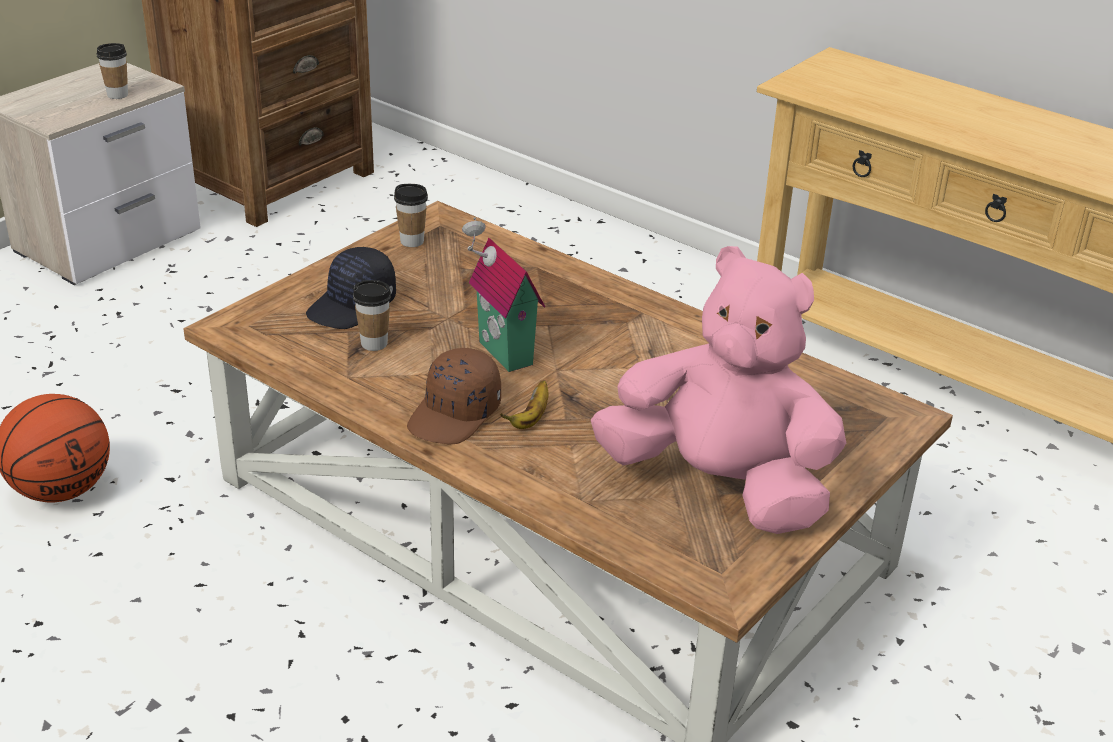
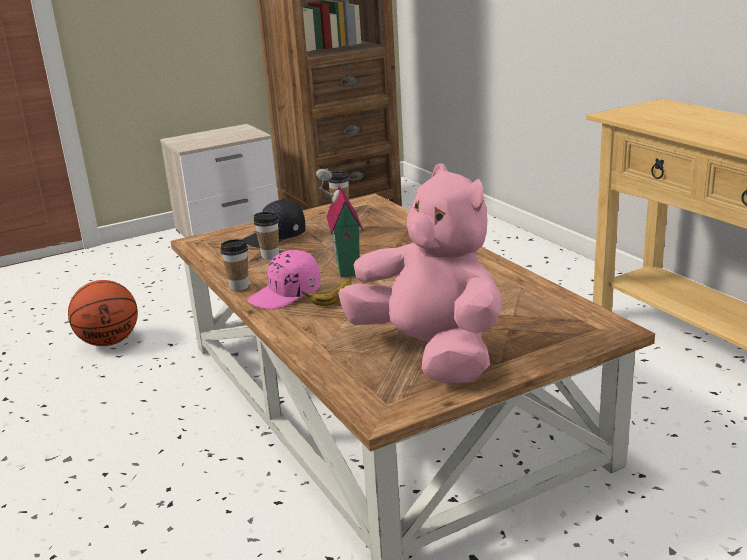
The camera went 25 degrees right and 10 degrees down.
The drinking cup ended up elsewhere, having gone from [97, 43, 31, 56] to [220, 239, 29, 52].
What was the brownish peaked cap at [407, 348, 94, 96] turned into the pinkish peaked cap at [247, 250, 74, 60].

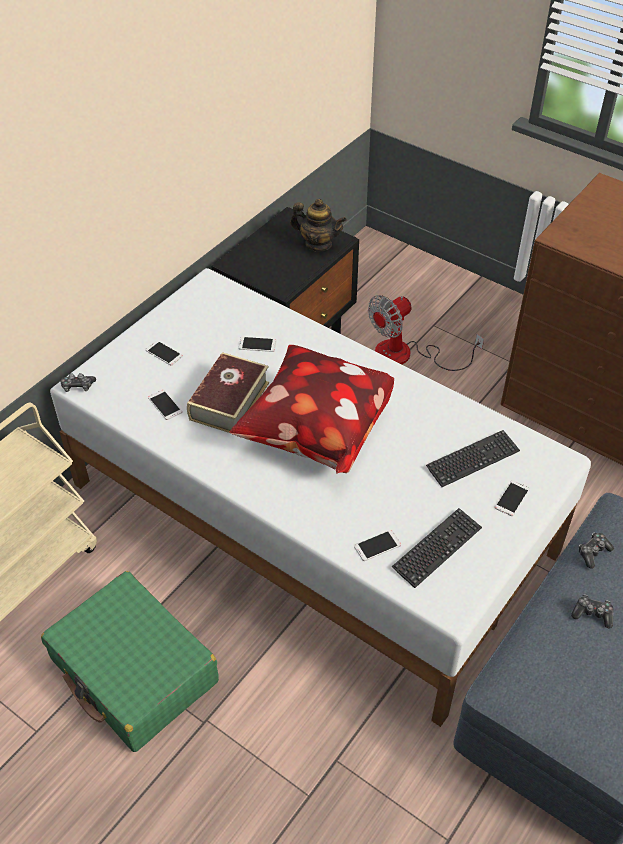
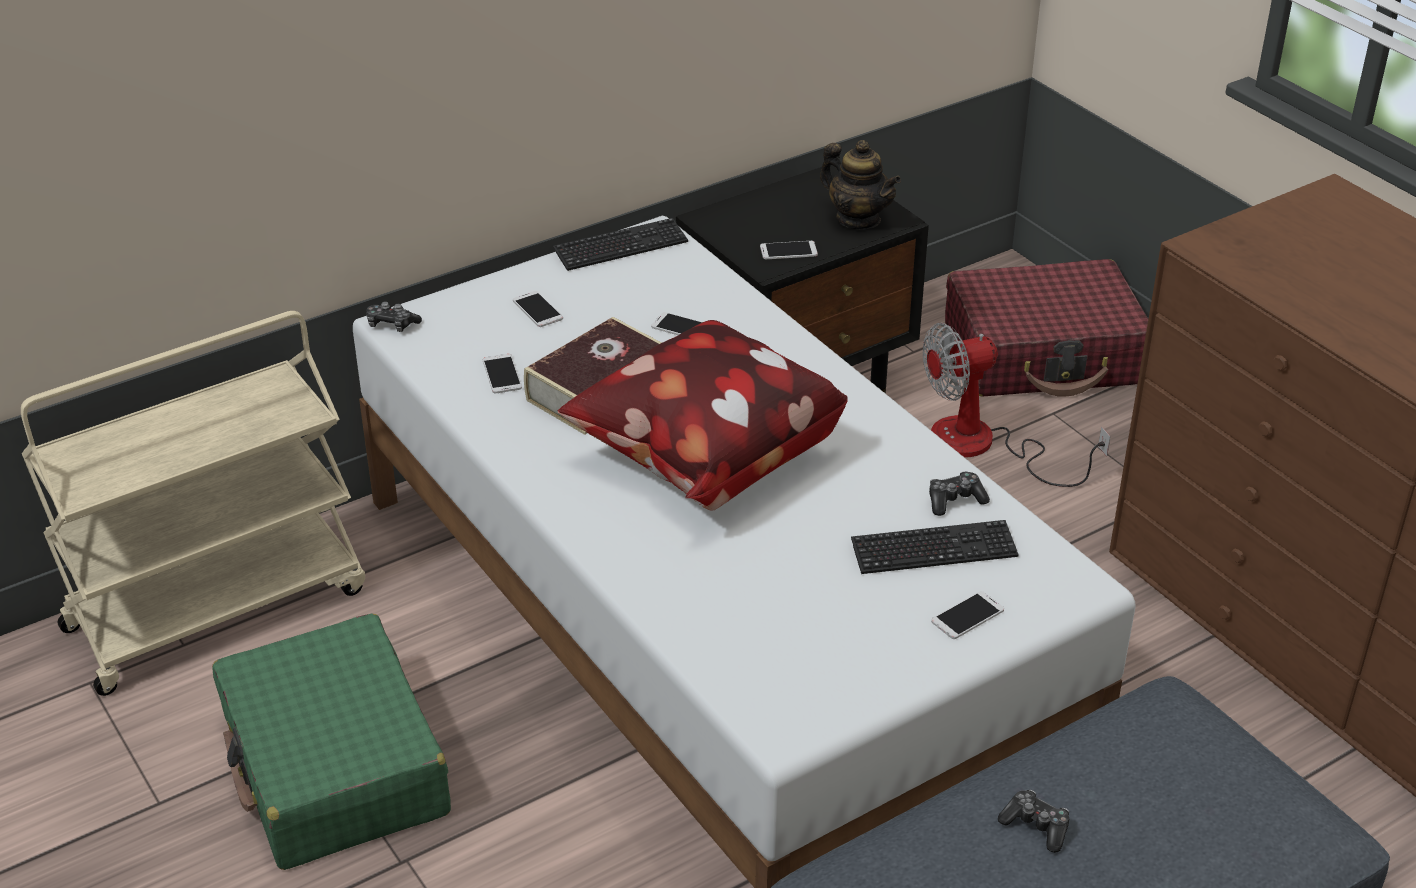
The camera went 20 degrees right and 10 degrees down.
The keyboard ended up elsewhere, having gone from [392, 508, 90, 80] to [553, 218, 135, 53].
The handset ended up elsewhere, having gone from [354, 530, 47, 31] to [760, 241, 58, 18].
The gamepad ended up elsewhere, having gone from [578, 532, 36, 37] to [929, 471, 61, 45].
The second view gained the red piece of luggage at [945, 259, 203, 138].

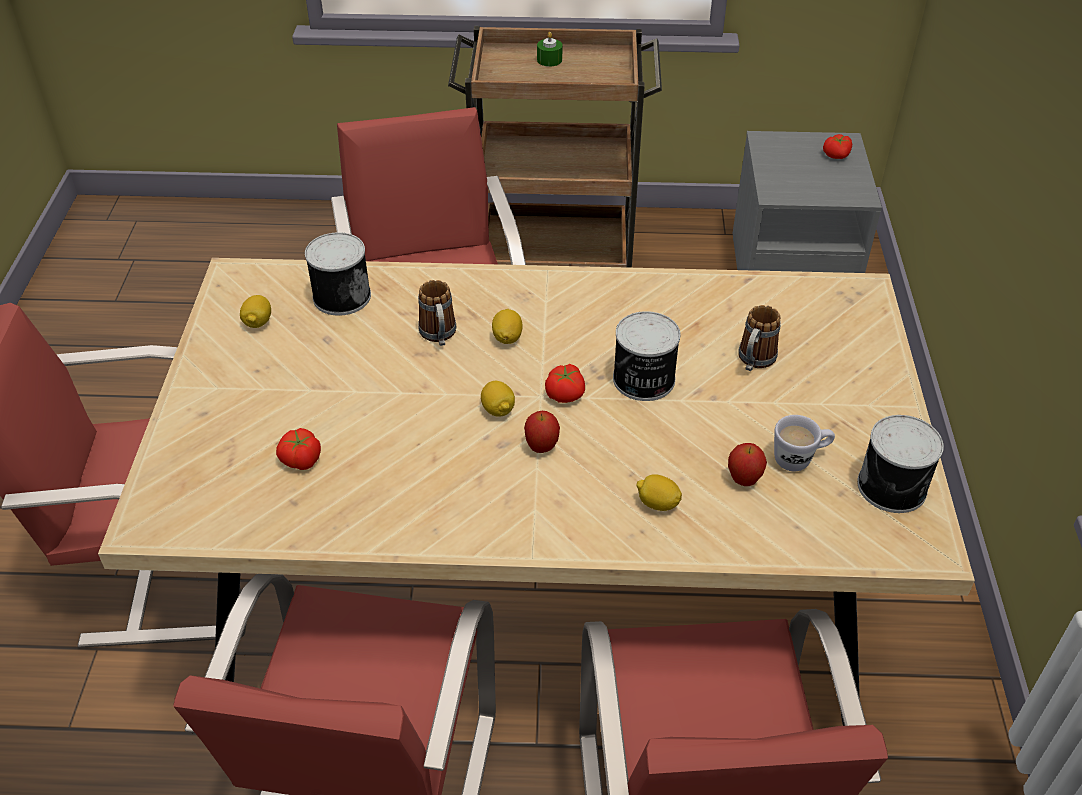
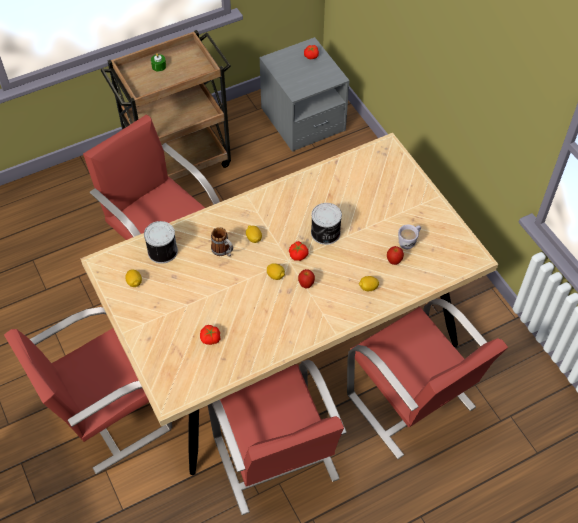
The camera went 30 degrees left and 10 degrees up.
The second view lost the coffee mug at [738, 305, 43, 66].
The second view lost the can at [857, 415, 87, 98].

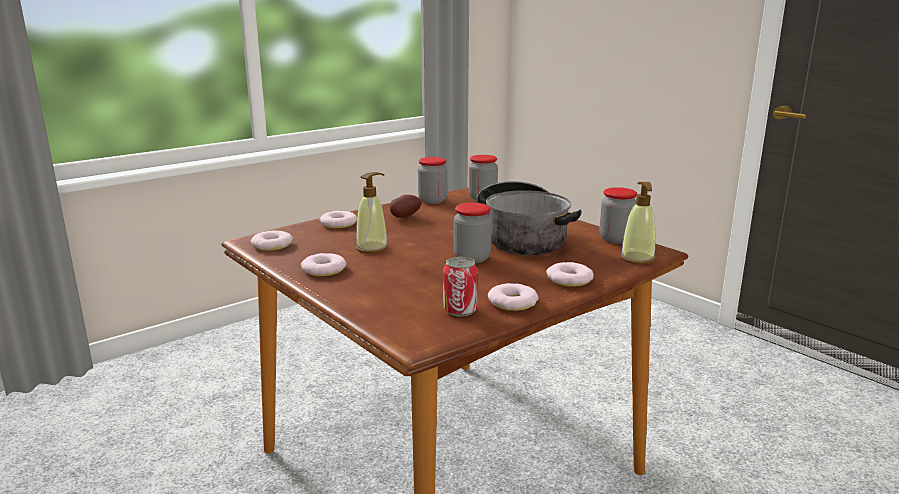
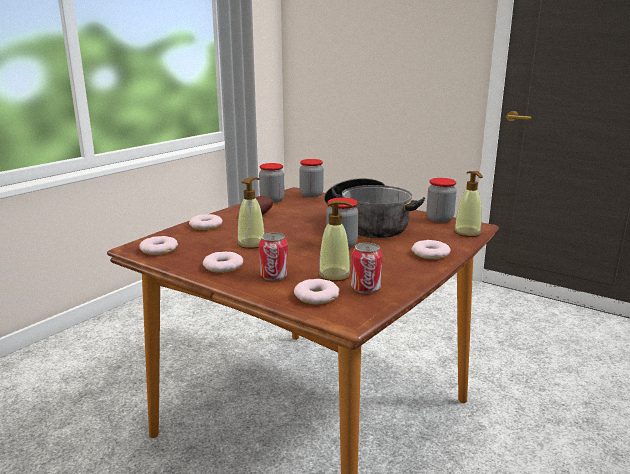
The camera went 15 degrees left and 0 degrees up.
The second view gained the can at [259, 233, 29, 48].
The donut ended up elsewhere, having gone from [488, 283, 51, 28] to [294, 279, 45, 25].
The second view gained the liquid soap bottle at [318, 200, 36, 81].

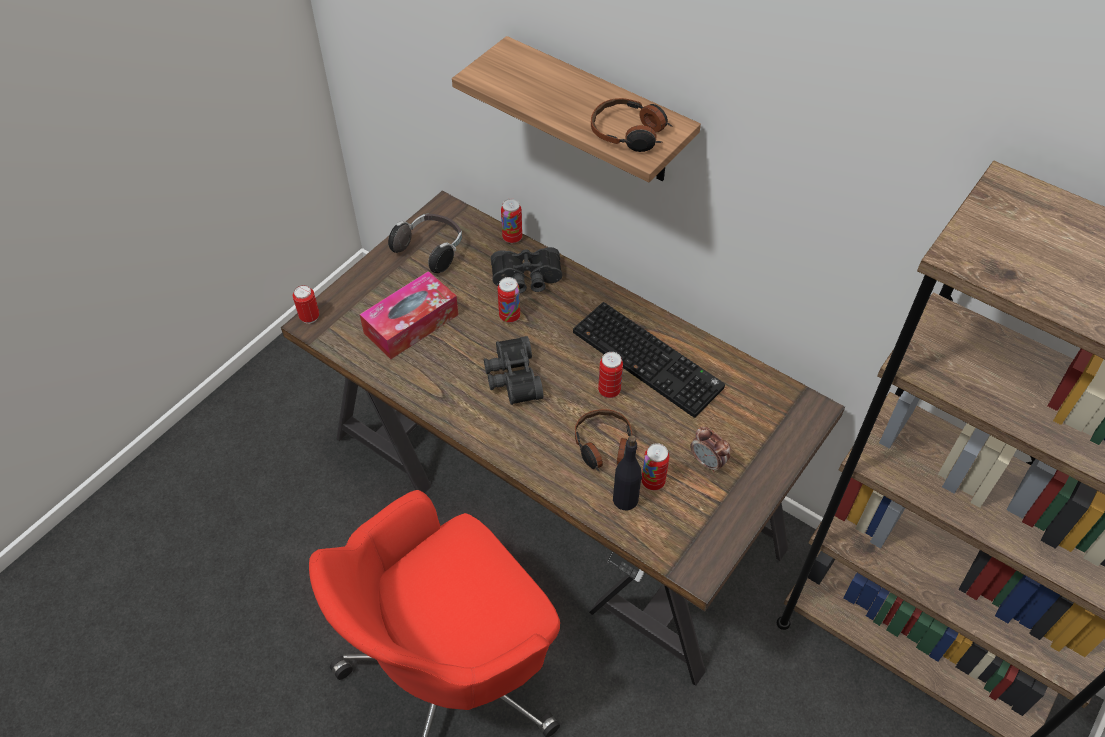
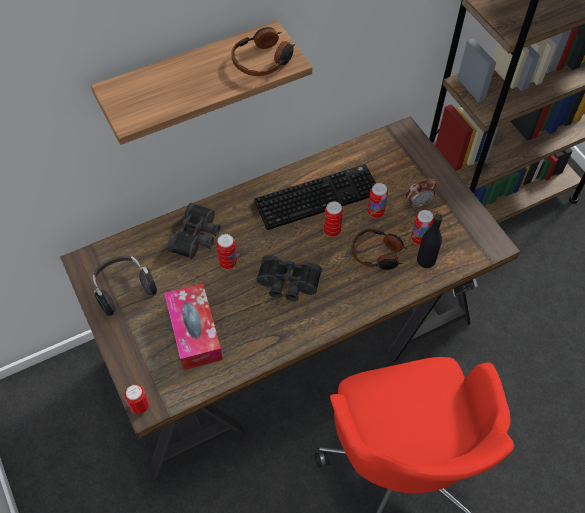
The camera went 65 degrees left and 5 degrees up.
The can ended up elsewhere, having gone from [501, 199, 21, 44] to [367, 183, 21, 35].

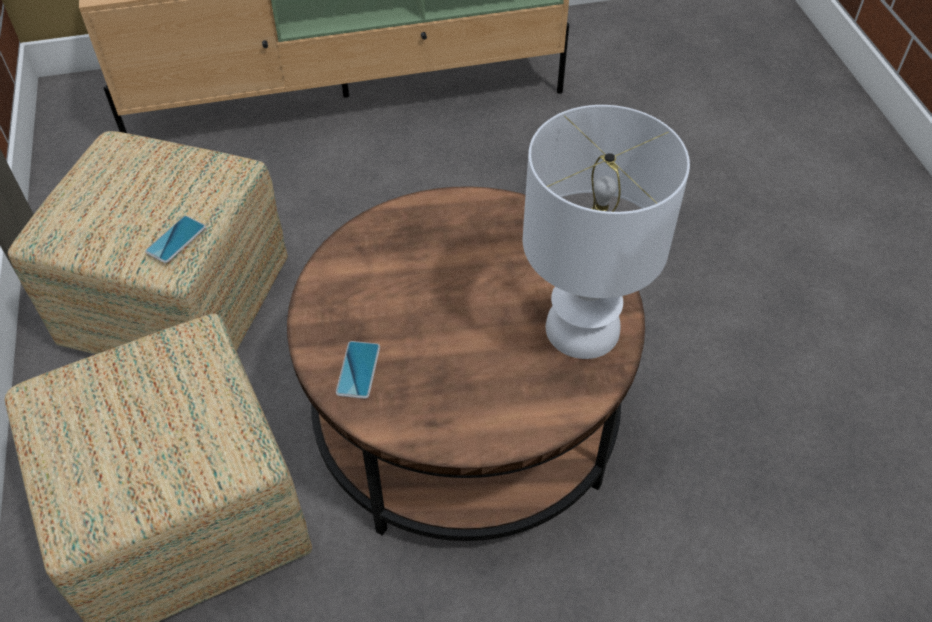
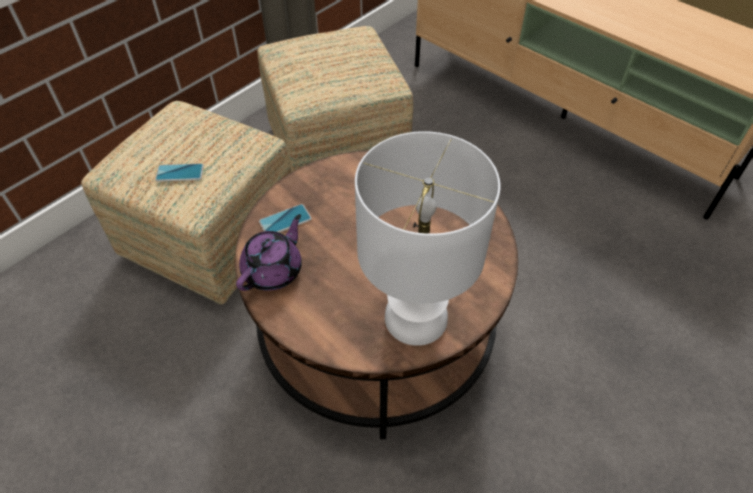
The camera went 55 degrees right and 0 degrees up.
The handset ended up elsewhere, having gone from [145, 216, 61, 47] to [155, 164, 49, 18].
The second view gained the purple-coloured teapot at [236, 214, 66, 77].

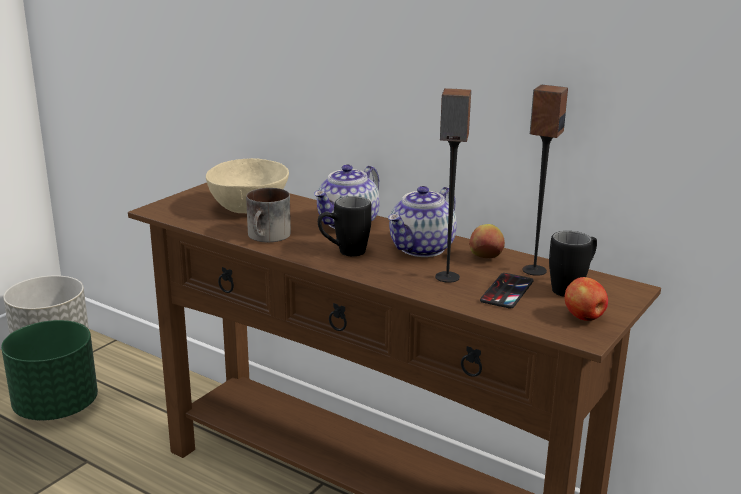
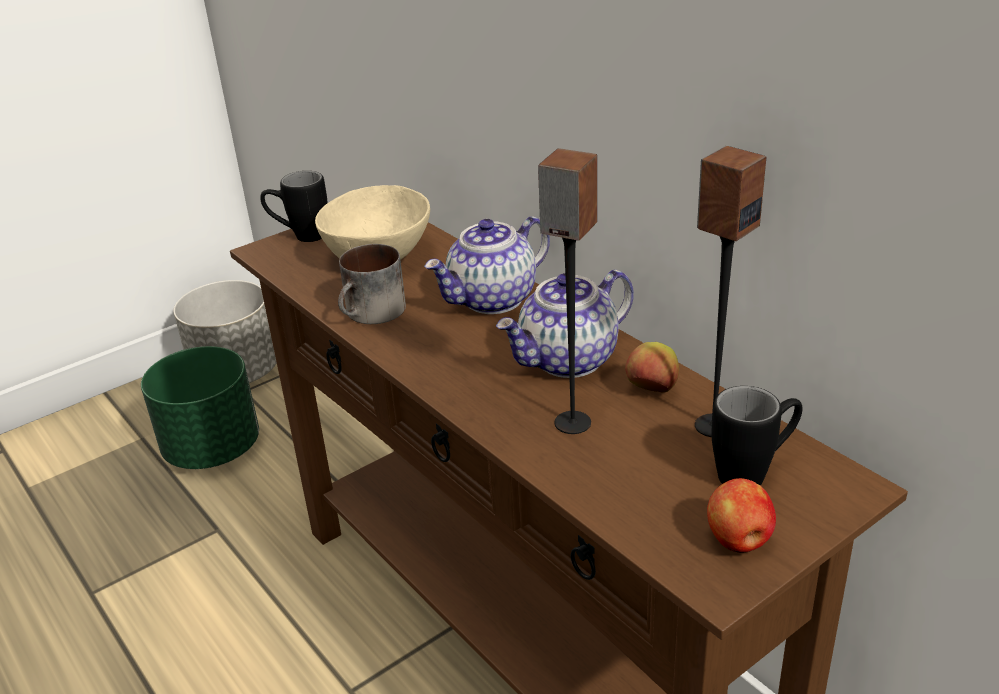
The camera went 20 degrees right and 10 degrees up.
The black coffee mug ended up elsewhere, having gone from [318, 196, 54, 61] to [260, 171, 68, 71].
The second view lost the handset at [480, 273, 53, 36].

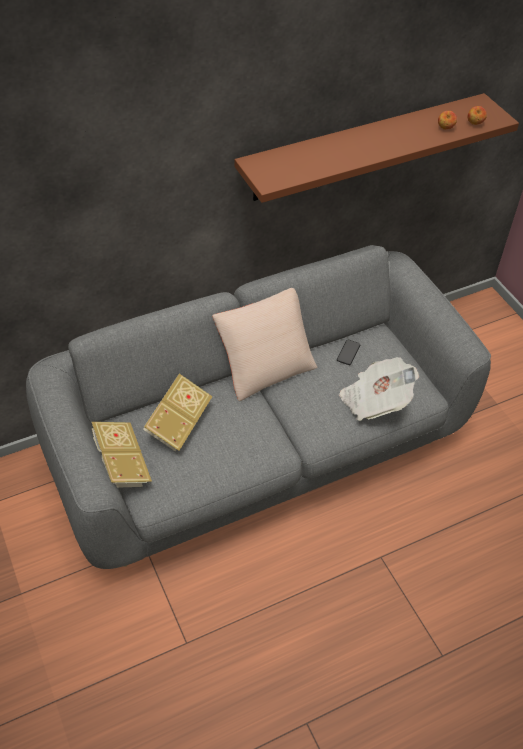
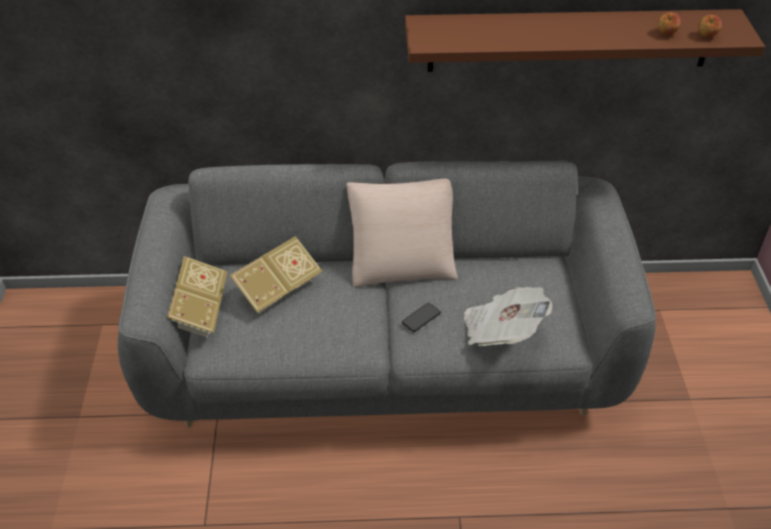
The camera went 25 degrees right and 5 degrees down.
The handset ended up elsewhere, having gone from [337, 340, 23, 25] to [402, 303, 39, 29].

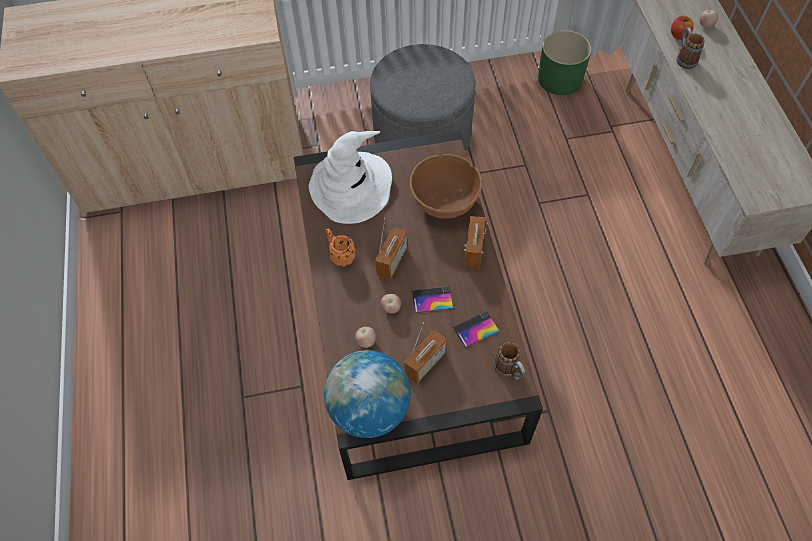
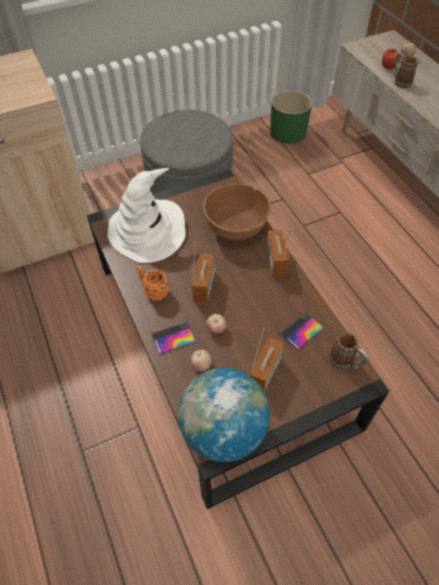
The camera went 15 degrees left and 5 degrees down.
The handset ended up elsewhere, having gone from [412, 286, 41, 27] to [151, 322, 45, 32].

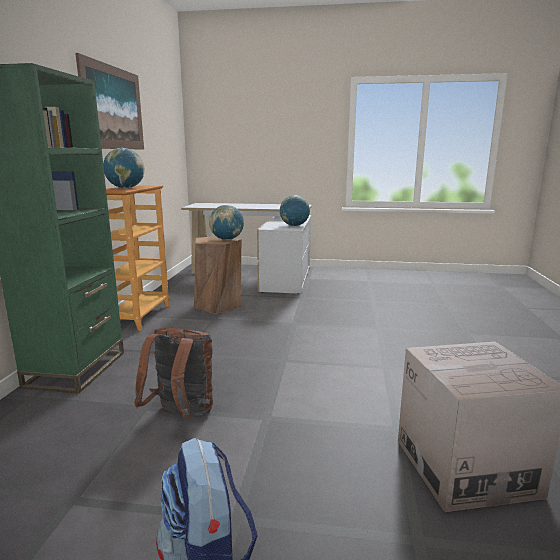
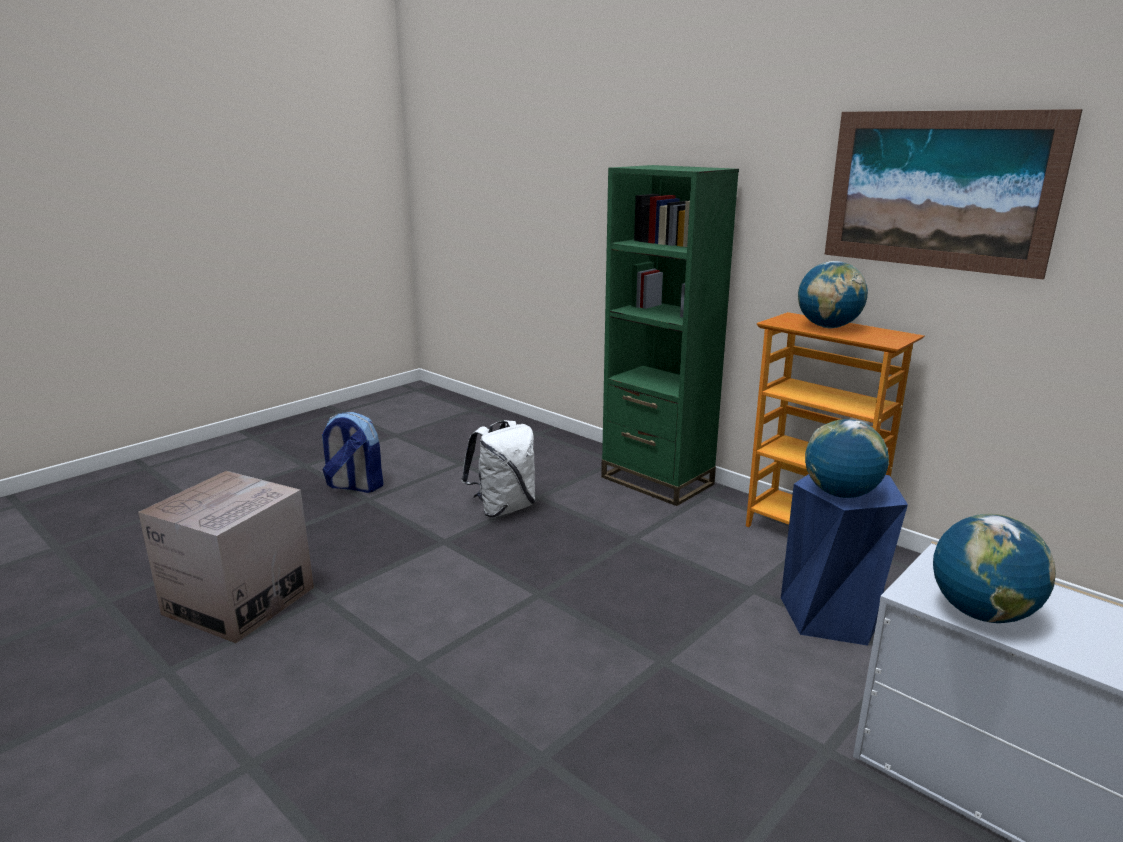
The camera went 125 degrees right and 5 degrees up.
What was the brownish rucksack at [134, 328, 79, 90] turned into the whitish rucksack at [461, 420, 74, 98].
What was the brownish stool at [194, 236, 48, 78] turned into the blue-coloured stool at [781, 474, 127, 172].

